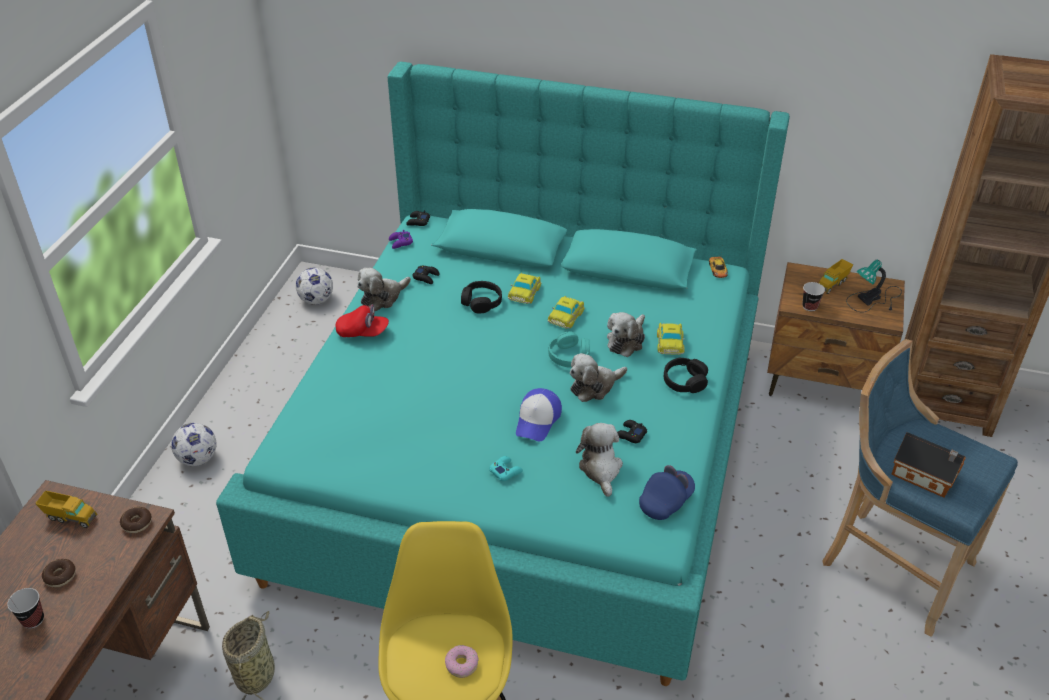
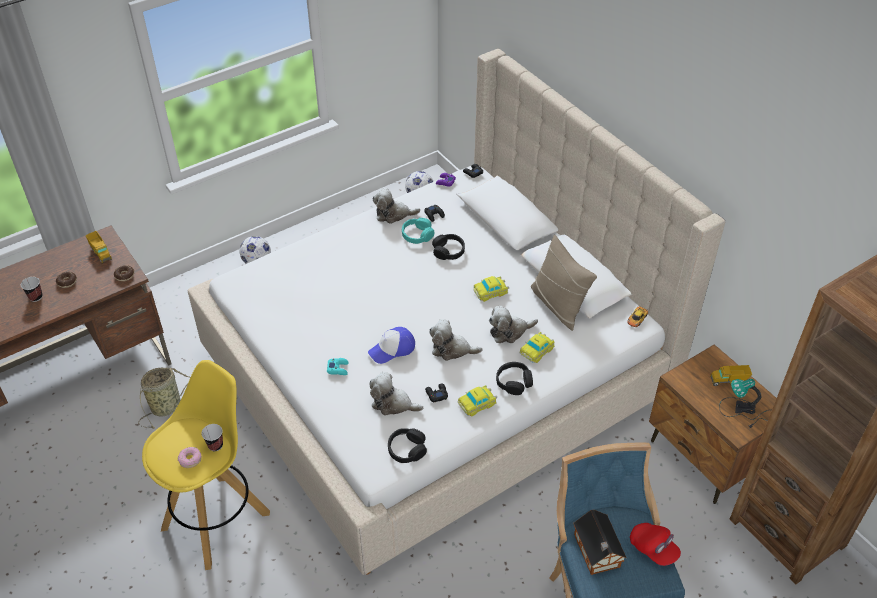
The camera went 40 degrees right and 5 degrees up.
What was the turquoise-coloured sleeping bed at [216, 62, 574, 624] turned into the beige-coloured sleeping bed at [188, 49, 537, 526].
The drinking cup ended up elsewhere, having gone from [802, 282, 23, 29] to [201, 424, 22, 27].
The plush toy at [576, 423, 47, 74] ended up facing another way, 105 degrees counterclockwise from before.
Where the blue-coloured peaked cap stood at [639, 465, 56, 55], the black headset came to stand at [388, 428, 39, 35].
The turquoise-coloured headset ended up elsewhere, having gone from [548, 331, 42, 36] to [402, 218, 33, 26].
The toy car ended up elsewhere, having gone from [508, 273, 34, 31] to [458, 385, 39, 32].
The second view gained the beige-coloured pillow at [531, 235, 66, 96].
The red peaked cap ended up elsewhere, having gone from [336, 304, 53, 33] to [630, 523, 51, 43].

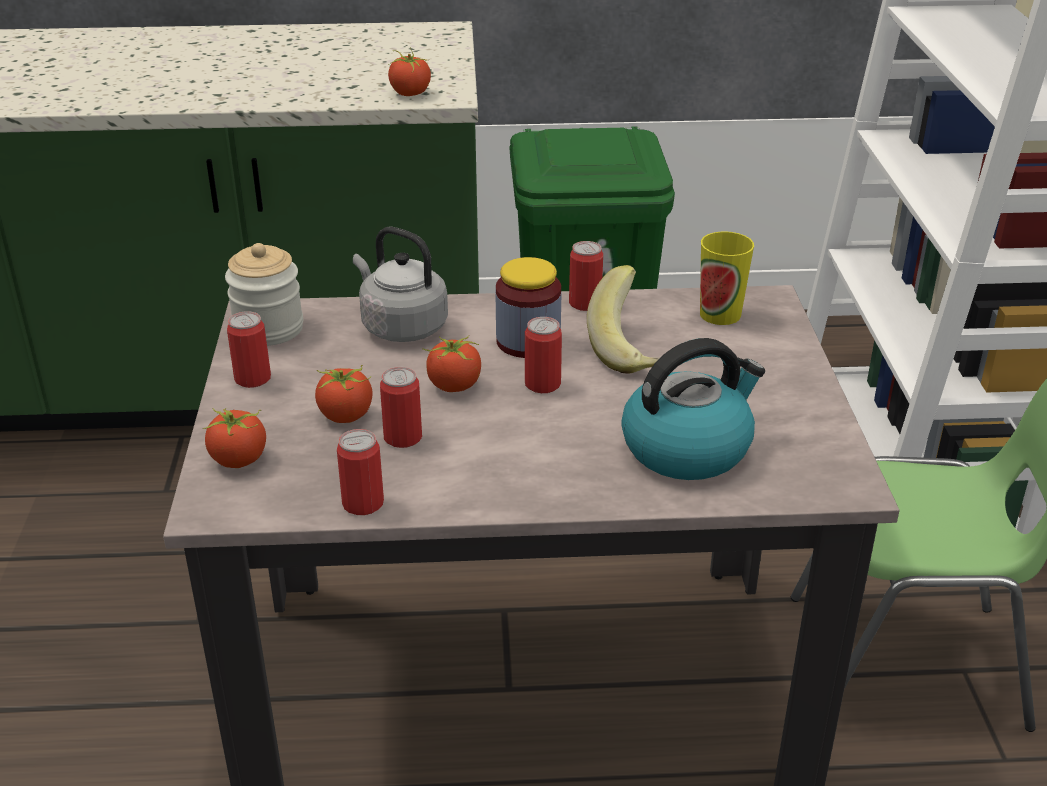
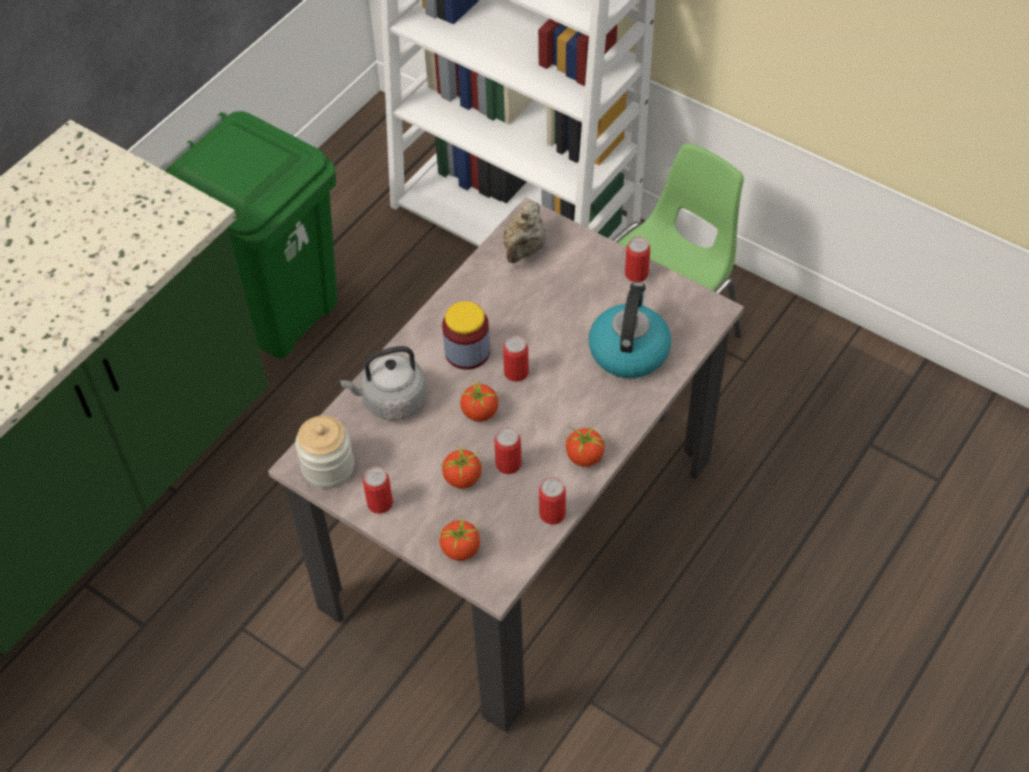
The camera went 50 degrees left and 20 degrees up.
Where the drinking cup stood at [700, 231, 54, 94], the beige-coloured teapot came to stand at [503, 201, 43, 62].
The tomato ended up elsewhere, having gone from [388, 47, 43, 49] to [564, 425, 42, 42].
The can ended up elsewhere, having gone from [569, 241, 34, 70] to [625, 237, 25, 45].
The second view lost the banana at [587, 265, 72, 108].

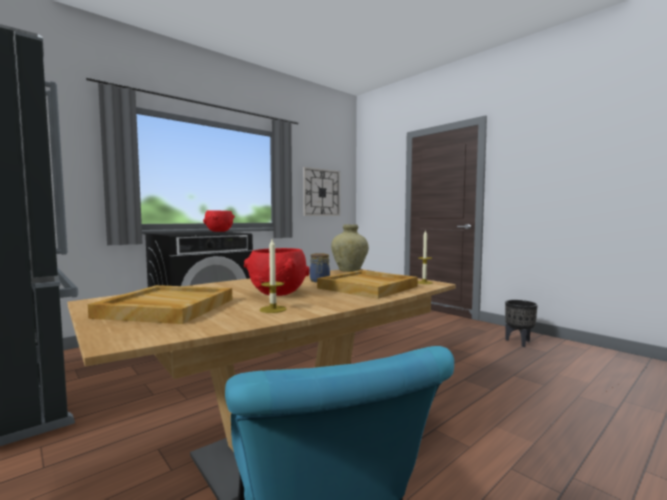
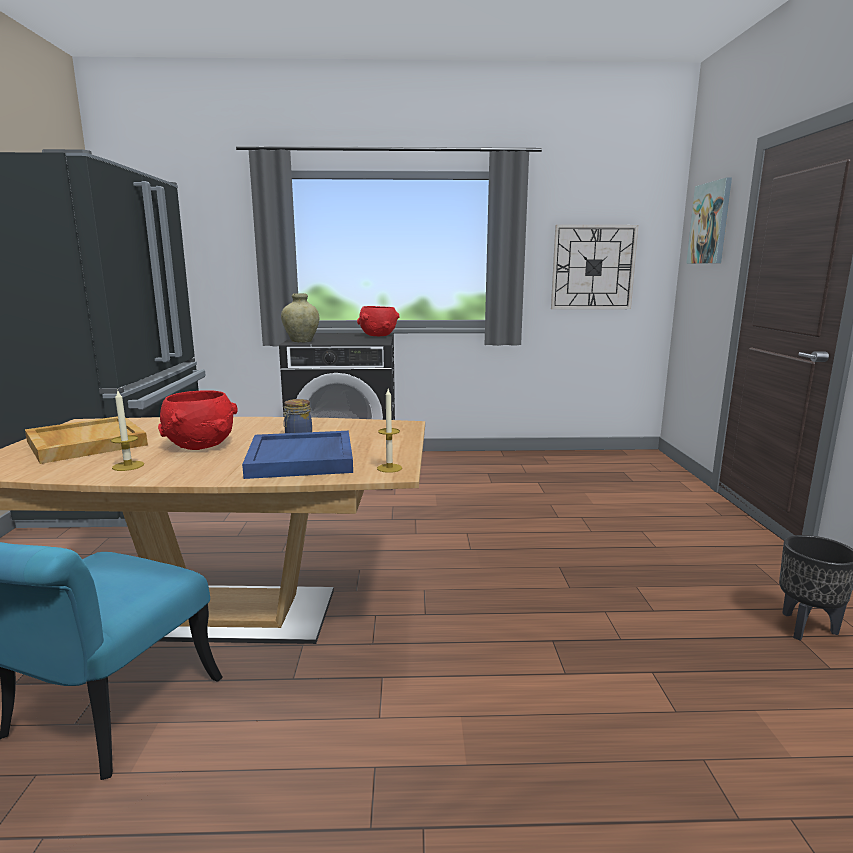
The camera went 40 degrees right and 10 degrees up.
What was the beige-coloured carrying tray at [317, 270, 101, 29] turned into the blue-coloured carrying tray at [242, 431, 111, 48].
The beige-coloured decorative vase ended up elsewhere, having gone from [331, 224, 38, 48] to [281, 293, 38, 49].
The second view gained the wall art at [686, 177, 46, 87].

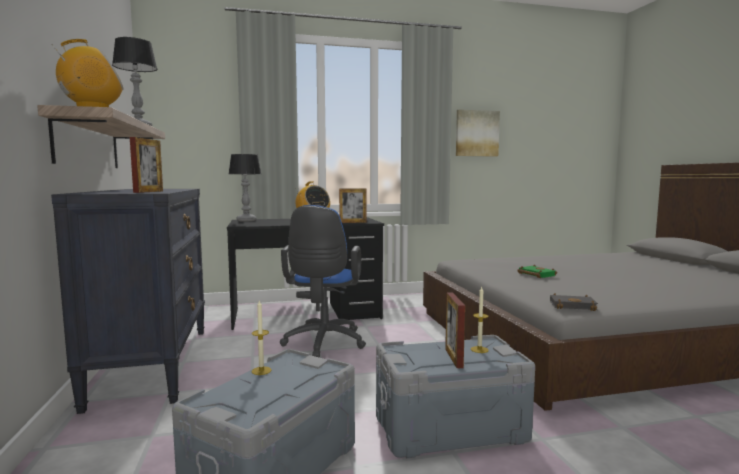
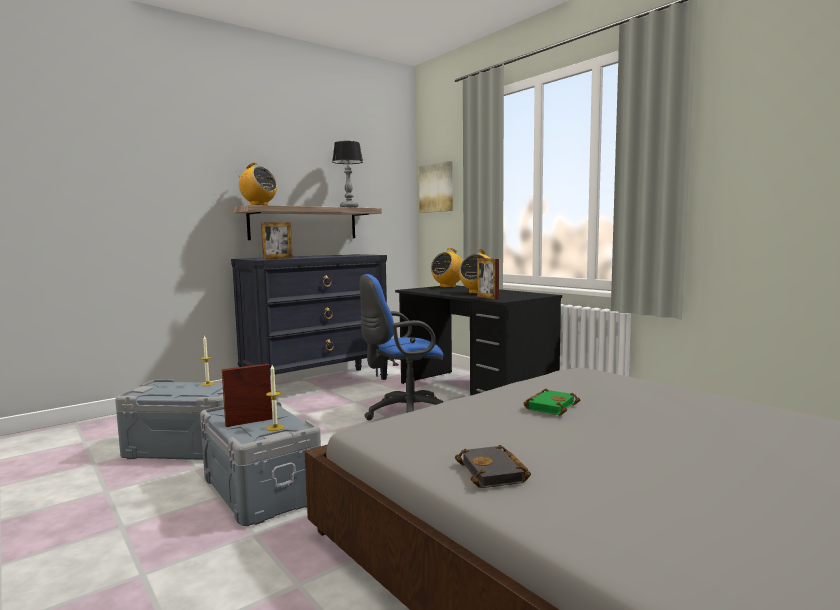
The camera went 65 degrees right and 0 degrees up.
The wall art ended up elsewhere, having gone from [456, 110, 44, 46] to [419, 161, 34, 52].
Where the tabletop lamp stood at [229, 154, 32, 68], the radio came to stand at [431, 248, 31, 40].
The black book ended up elsewhere, having gone from [550, 293, 48, 18] to [455, 445, 76, 43].

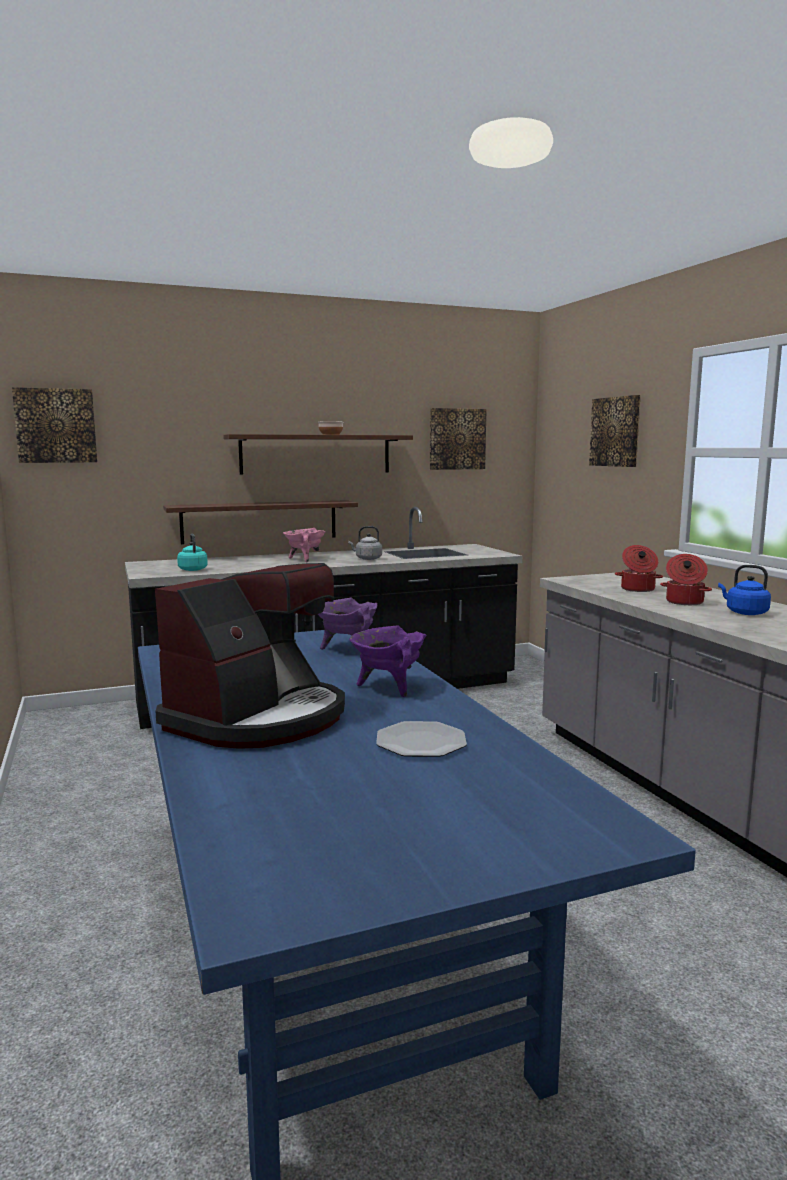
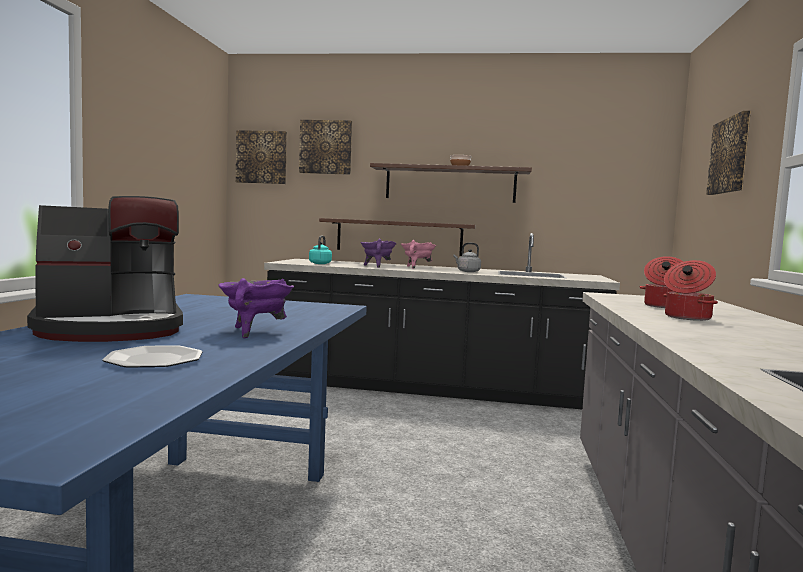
The camera went 30 degrees right and 5 degrees down.
The wall art ended up elsewhere, having gone from [430, 408, 57, 62] to [299, 120, 53, 55].
The purple-coloured stockpot ended up elsewhere, having gone from [318, 598, 60, 52] to [360, 239, 36, 29].
The second view lost the blue-coloured kettle at [718, 565, 53, 50].

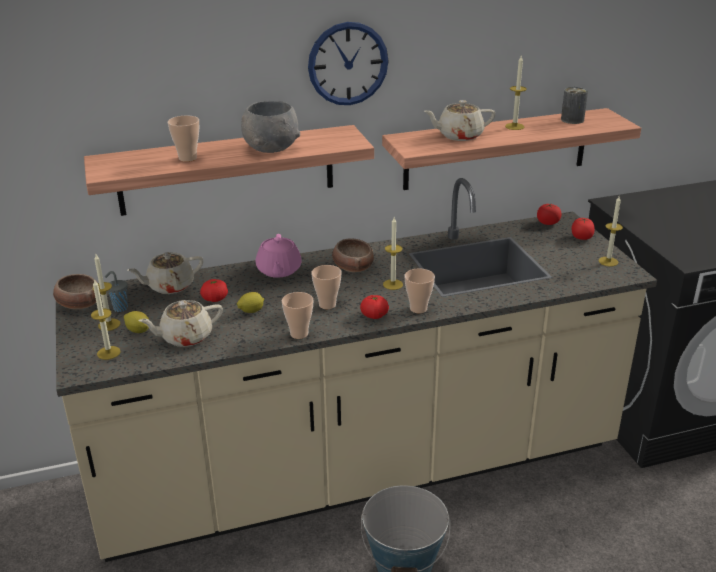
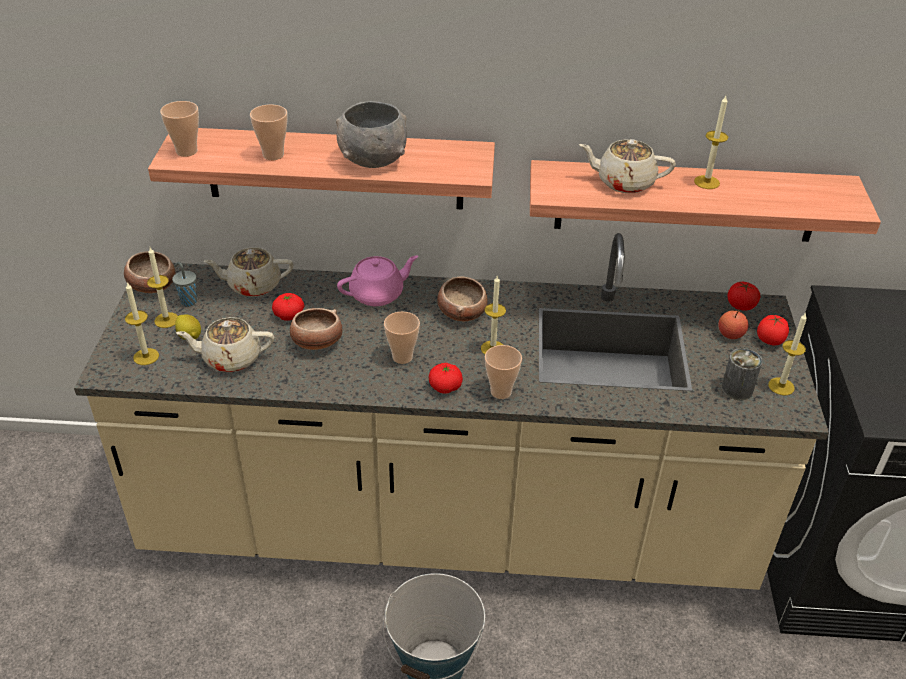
The camera went 20 degrees right and 10 degrees up.
The drinking cup ended up elsewhere, having gone from [282, 292, 31, 47] to [160, 101, 39, 56].
Where the lemon stood at [237, 292, 27, 21], the bowl came to stand at [290, 308, 52, 42].
The pinkish teapot at [256, 234, 46, 44] ended up facing another way, 135 degrees counterclockwise from before.
The second view gained the whole apple at [718, 309, 30, 30].
The can ended up elsewhere, having gone from [561, 87, 27, 37] to [721, 348, 41, 52].
The second view lost the clock on the wall at [308, 22, 80, 83].

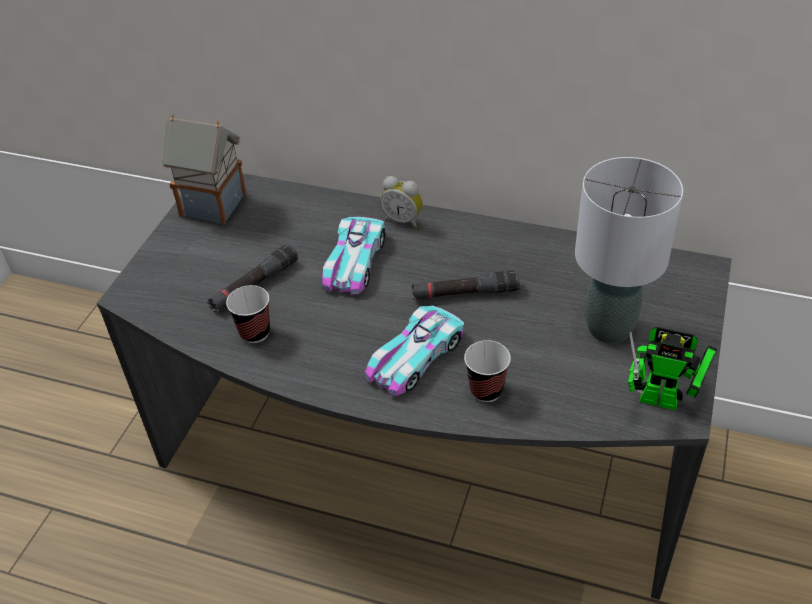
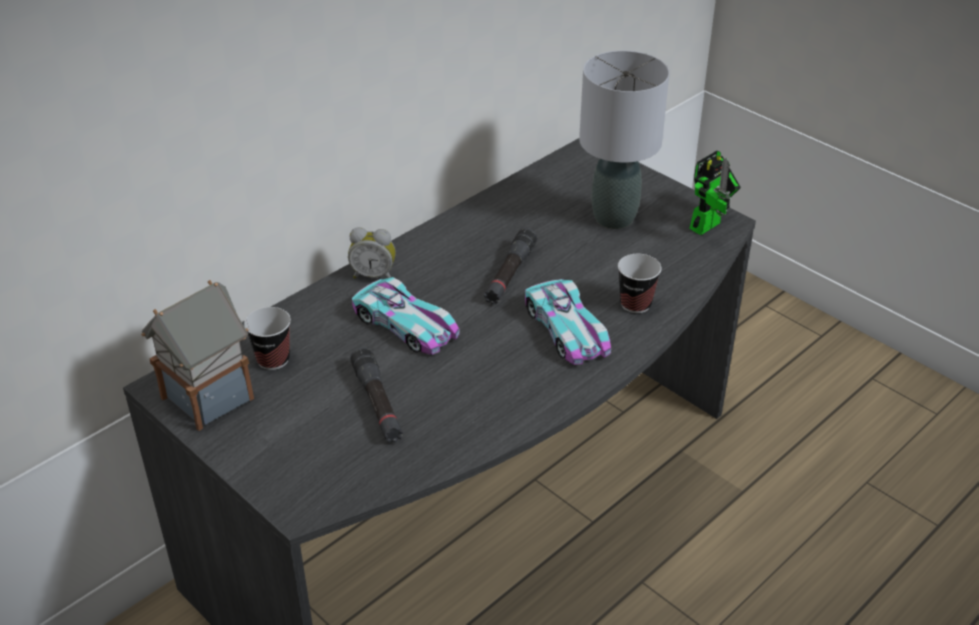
The camera went 65 degrees left and 5 degrees down.
The drinking cup ended up elsewhere, having gone from [226, 285, 44, 58] to [244, 307, 47, 63].
The table clock at [380, 176, 43, 52] ended up facing another way, 45 degrees clockwise from before.

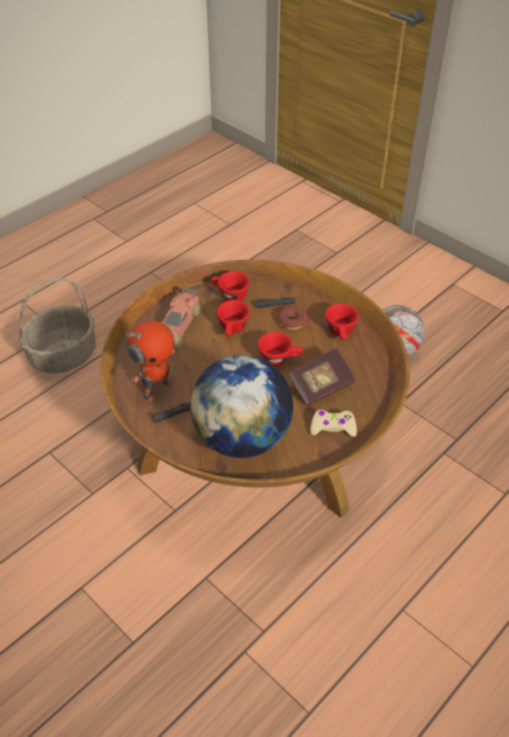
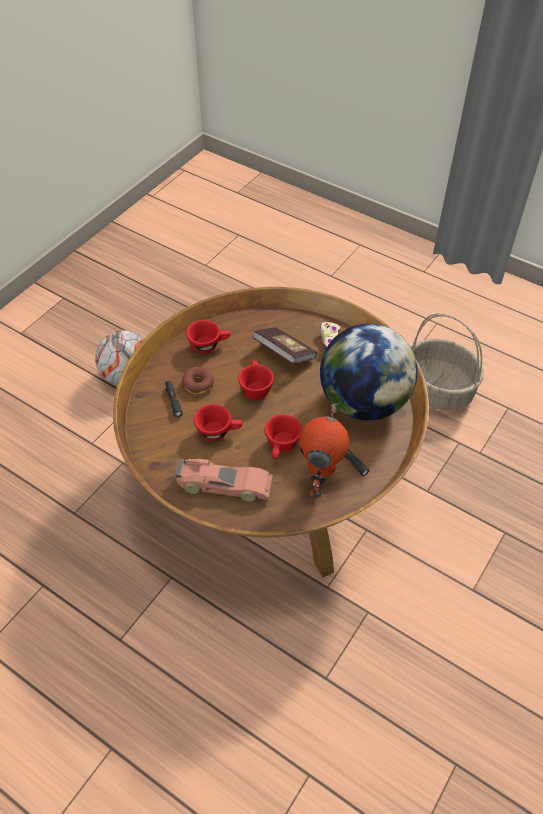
The camera went 100 degrees left and 5 degrees up.
The red drinking cup ended up elsewhere, having gone from [211, 271, 39, 30] to [265, 414, 37, 45].
The model robot at [126, 321, 49, 80] ended up facing another way, 105 degrees counterclockwise from before.
The household basket ended up elsewhere, having gone from [19, 277, 77, 97] to [411, 313, 73, 97].

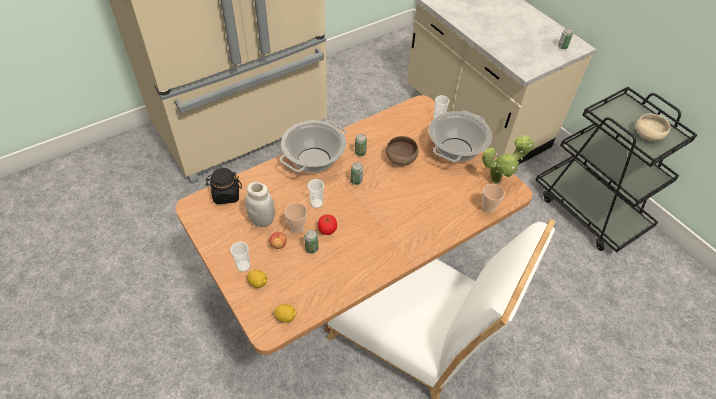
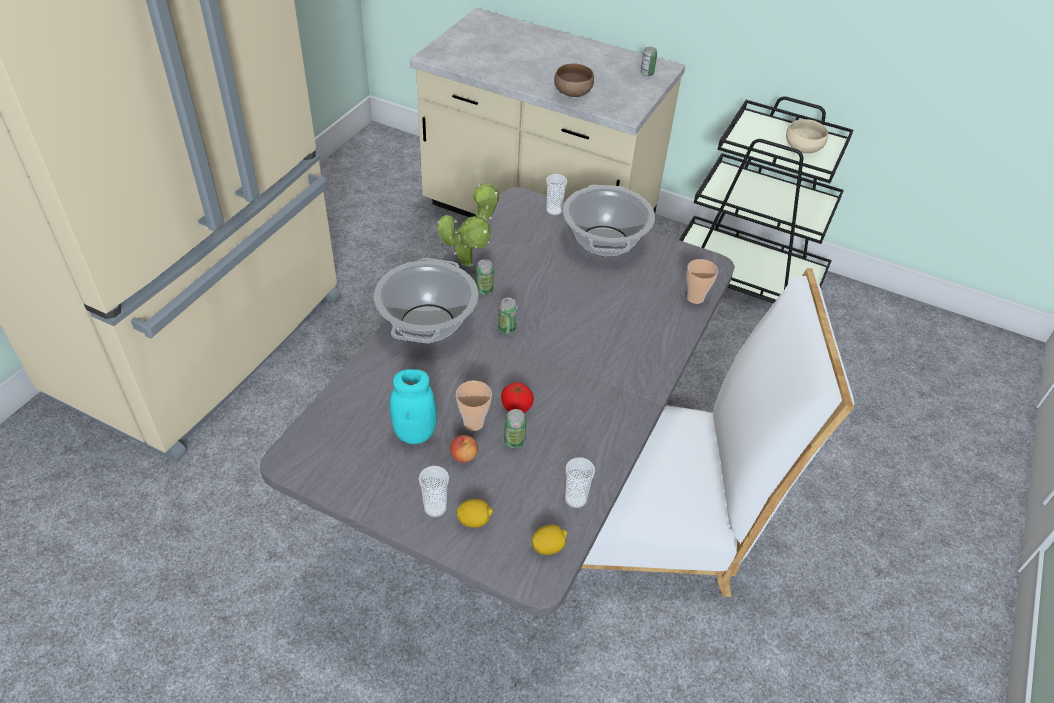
The camera went 30 degrees left and 5 degrees down.
What was the brownish dinner table at [175, 95, 358, 260] turned into the greyish dinner table at [260, 188, 475, 428].
What was the whitish jar at [245, 182, 30, 45] turned into the turquoise-coloured jar at [389, 369, 48, 75].
The houseplant ended up elsewhere, having gone from [482, 135, 52, 49] to [437, 183, 63, 84].
The brownish bowl ended up elsewhere, having gone from [386, 136, 32, 29] to [554, 63, 40, 34].
The drinking cup ended up elsewhere, having gone from [308, 179, 16, 29] to [565, 457, 30, 51].
The second view lost the black jar at [206, 168, 36, 36].

